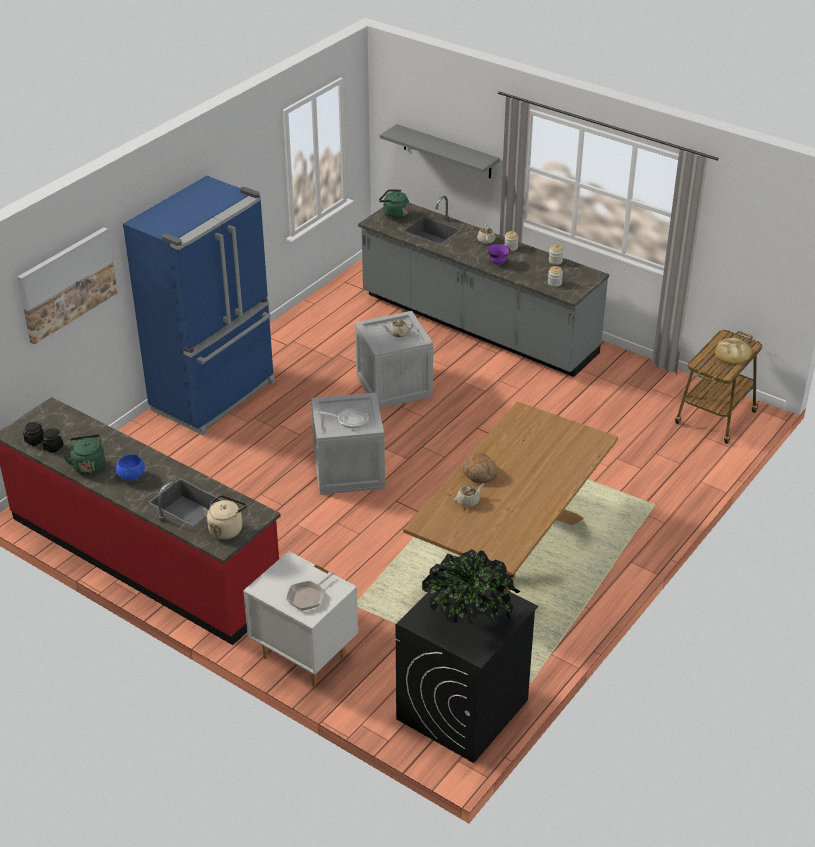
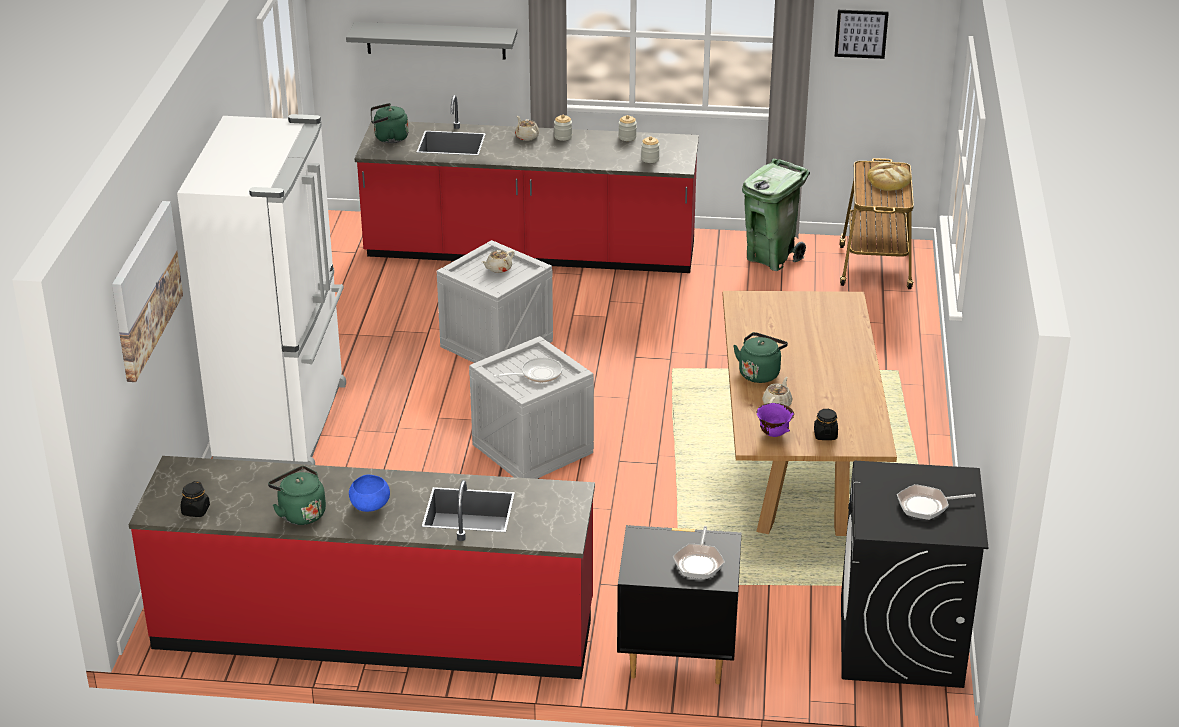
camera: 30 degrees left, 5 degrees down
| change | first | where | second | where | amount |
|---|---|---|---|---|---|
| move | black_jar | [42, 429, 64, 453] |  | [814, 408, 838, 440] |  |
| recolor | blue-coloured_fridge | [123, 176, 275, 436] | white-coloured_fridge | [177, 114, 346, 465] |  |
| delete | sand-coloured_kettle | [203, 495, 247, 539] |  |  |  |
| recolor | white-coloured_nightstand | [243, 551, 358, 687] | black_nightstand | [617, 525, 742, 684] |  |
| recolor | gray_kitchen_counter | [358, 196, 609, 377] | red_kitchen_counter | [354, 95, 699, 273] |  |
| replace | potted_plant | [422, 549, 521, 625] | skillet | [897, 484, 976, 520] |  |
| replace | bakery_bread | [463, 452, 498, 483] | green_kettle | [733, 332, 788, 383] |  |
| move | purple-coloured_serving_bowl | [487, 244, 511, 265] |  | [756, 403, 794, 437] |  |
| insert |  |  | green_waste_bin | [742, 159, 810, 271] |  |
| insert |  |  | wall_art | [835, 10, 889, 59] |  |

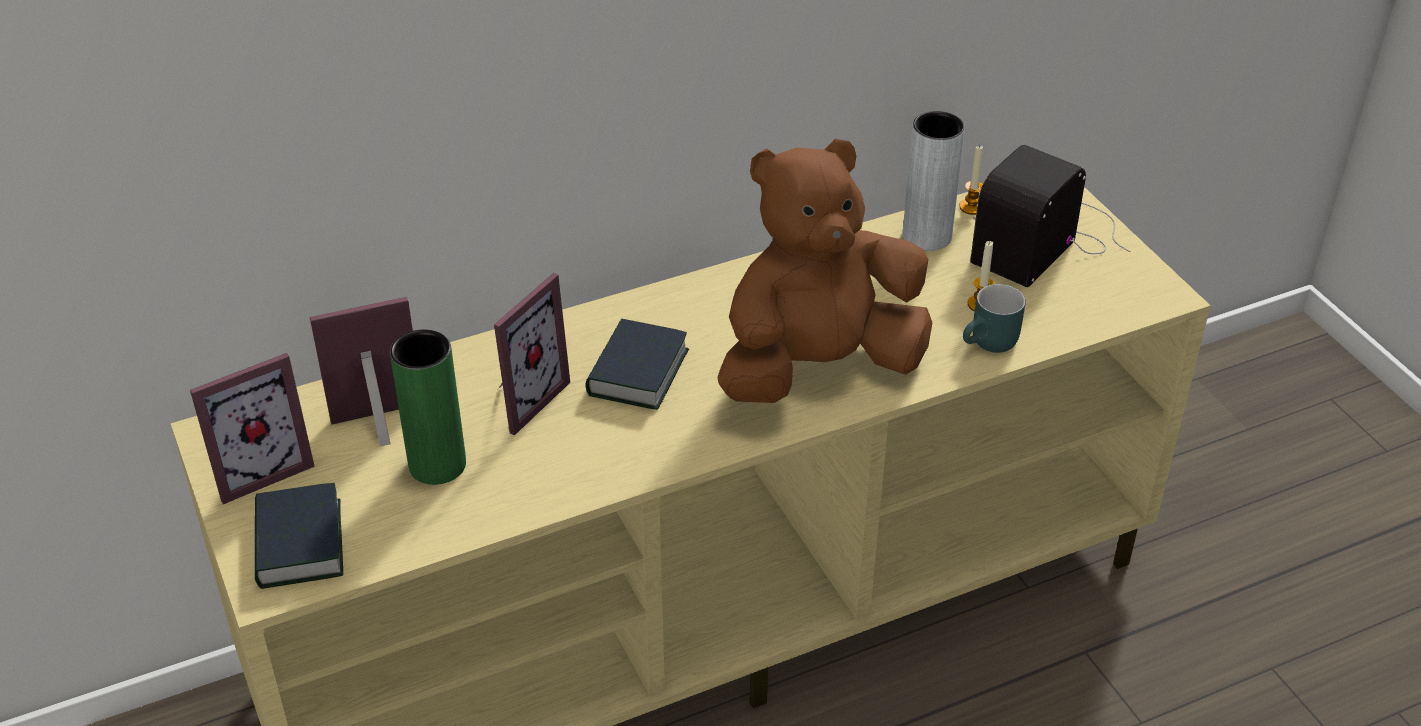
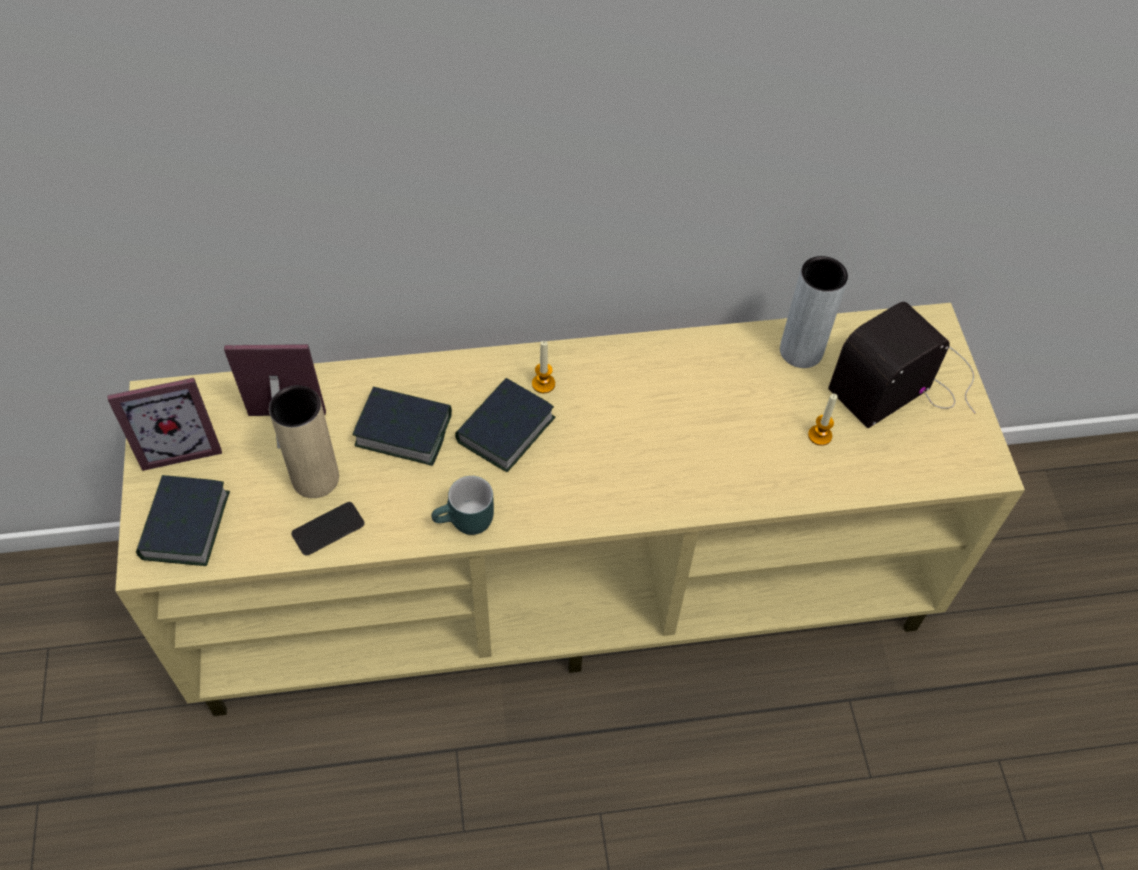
camera: 15 degrees right, 15 degrees up
| change | first | where | second | where | amount |
|---|---|---|---|---|---|
| recolor | green_flower_vase | [390, 329, 466, 485] | sand-coloured_flower_vase | [269, 385, 339, 498] |  |
| replace | standing_frame | [494, 273, 570, 435] | volume | [352, 386, 452, 466] |  |
| delete | brown-coloured_soft_toy | [717, 139, 932, 403] |  |  |  |
| move | wax_candle | [959, 145, 983, 215] |  | [532, 341, 555, 393] |  |
| move | blue-green_coffee_mug | [963, 284, 1026, 353] |  | [432, 476, 494, 535] |  |
| insert |  |  | telephone | [291, 502, 365, 556] |  |

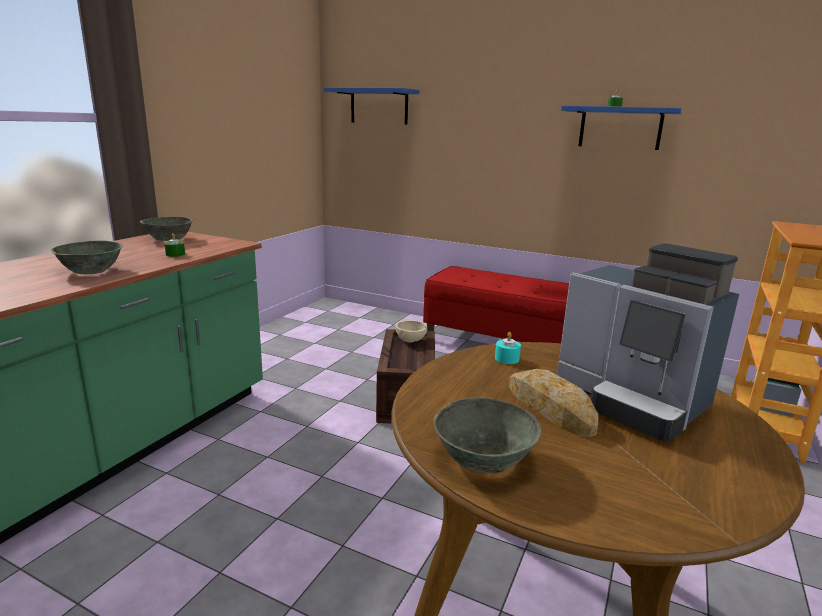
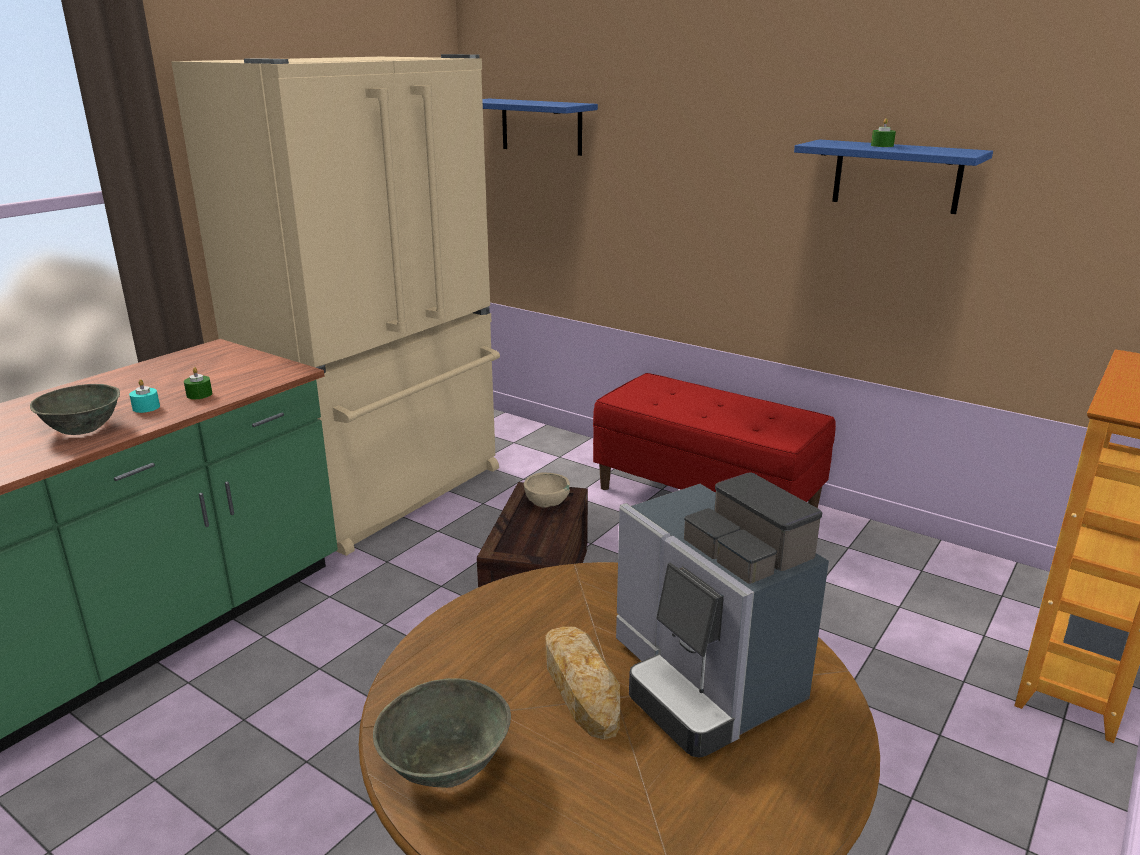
camera: 10 degrees right, 5 degrees up
| change | first | where | second | where | amount |
|---|---|---|---|---|---|
| delete | gray_serving_bowl | [140, 216, 193, 241] |  |  |  |
| move | blue-green_wax_candle | [495, 332, 521, 364] |  | [129, 379, 160, 413] |  |
| insert |  |  | sand-coloured_fridge | [171, 54, 500, 556] |  |

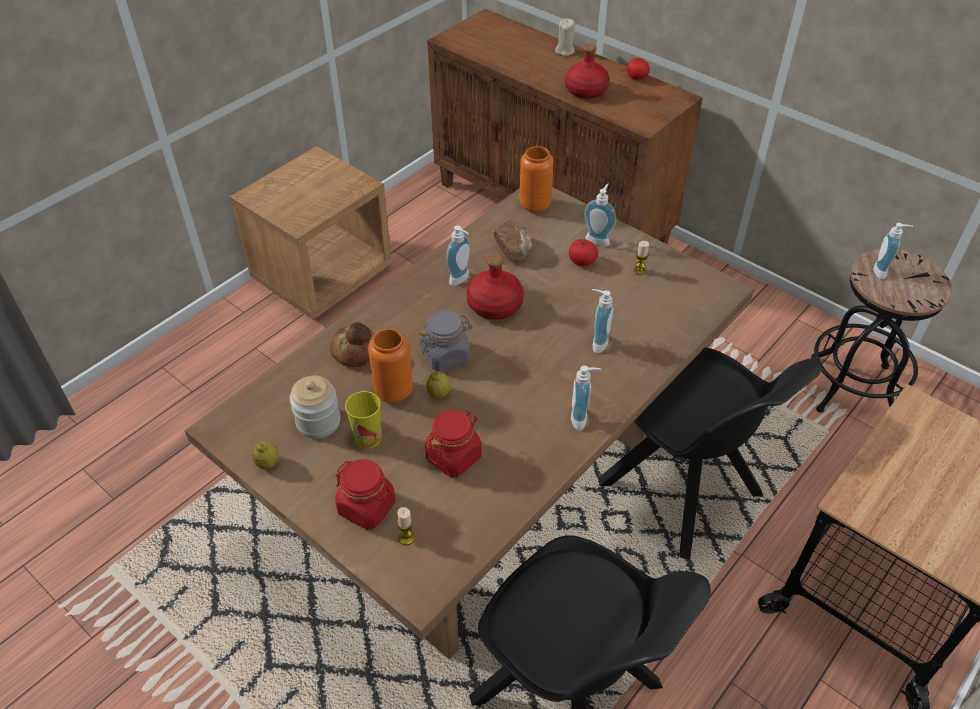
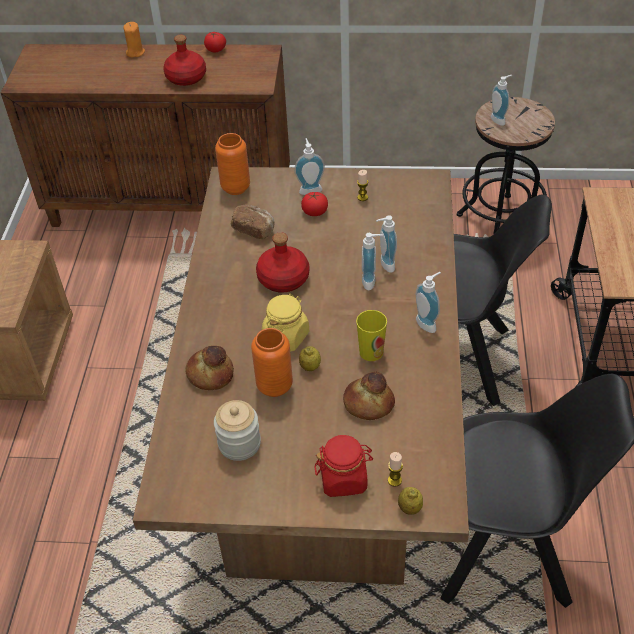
camera: 35 degrees left, 0 degrees up
| change | first | where | second | where | amount |
|---|---|---|---|---|---|
| move | lemon | [252, 441, 279, 469] |  | [398, 487, 423, 515] |  |
| move | cup | [345, 391, 382, 449] |  | [356, 310, 387, 361] |  |
| recolor | gray_jar | [419, 311, 472, 372] | yellowish_jar | [262, 294, 309, 352] |  |
| replace | red_jar | [425, 410, 482, 477] | bakery_bread | [343, 372, 395, 420] |  |
| move | soap_dispenser | [446, 226, 470, 286] |  | [362, 233, 383, 290] |  |
| recolor | sand-coloured_wax_candle | [555, 19, 575, 56] | orangey_wax_candle | [123, 22, 145, 57] |  |

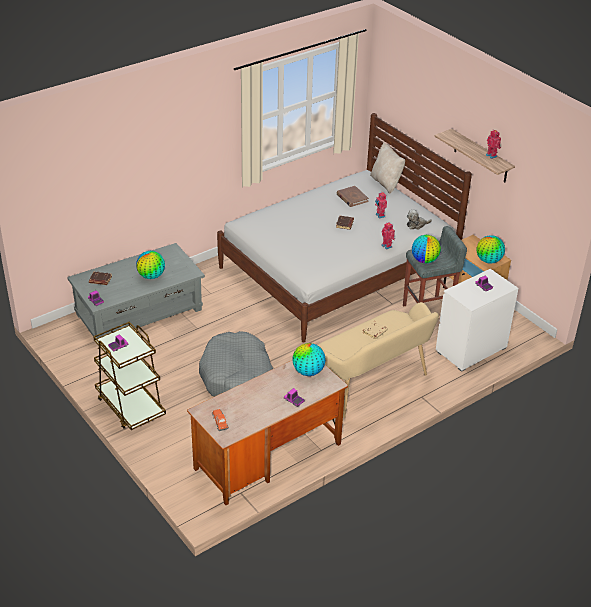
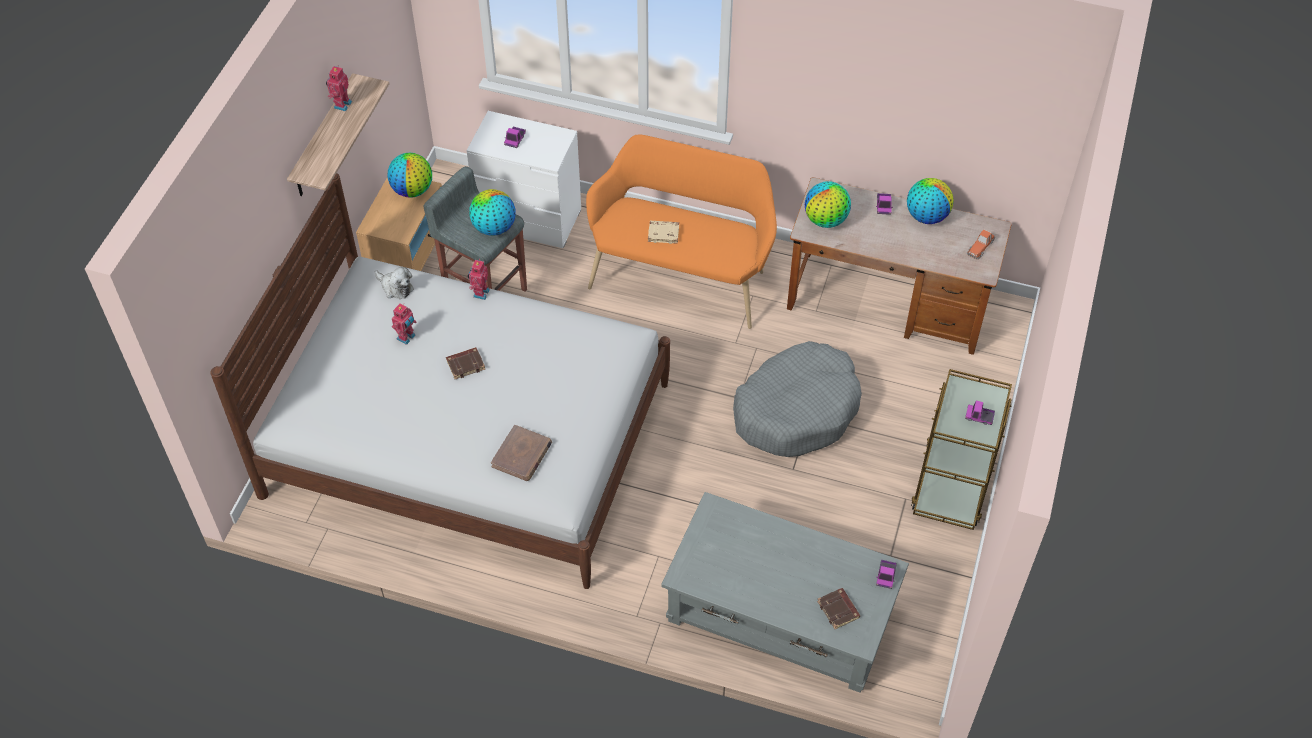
camera: 125 degrees left, 15 degrees up
| change | first | where | second | where | amount |
|---|---|---|---|---|---|
| move | desk_globe | [136, 251, 165, 279] |  | [907, 178, 953, 224] |  |
| recolor | sand-coloured_bench | [318, 302, 439, 418] | orangey_bench | [586, 134, 777, 329] |  |
| move | brown-coloured_volume | [337, 186, 369, 207] |  | [491, 425, 552, 481] |  |
| delete | sand-coloured_throw_pillow | [370, 142, 405, 194] |  |  |  |

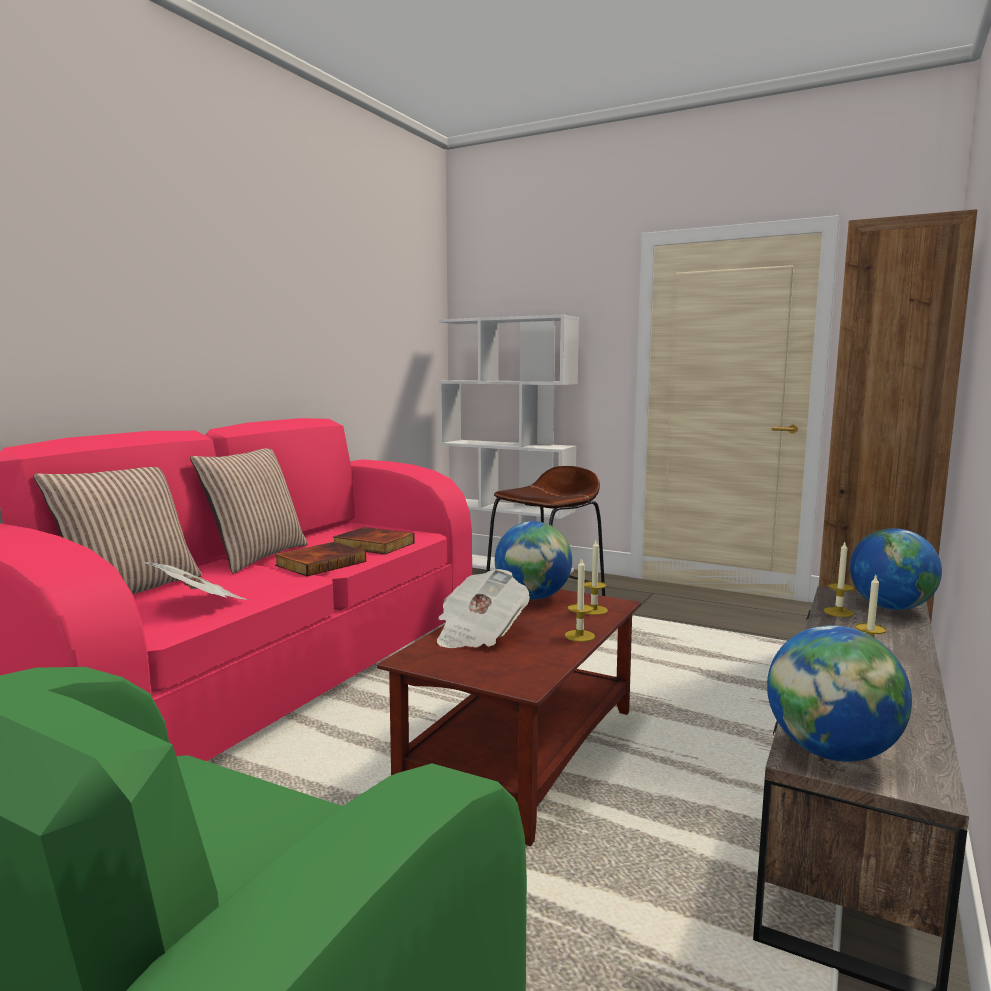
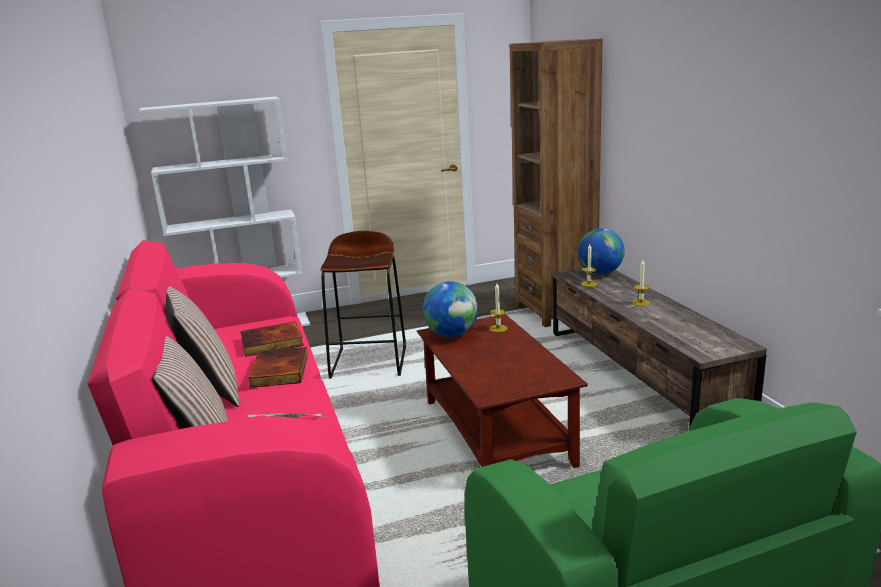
camera: 45 degrees left, 10 degrees up
| change | first | where | second | where | amount |
|---|---|---|---|---|---|
| delete | newspaper | [437, 569, 530, 648] |  |  |  |
| delete | wax_candle | [565, 558, 595, 642] |  |  |  |
| delete | desk_globe | [767, 625, 912, 762] |  |  |  |

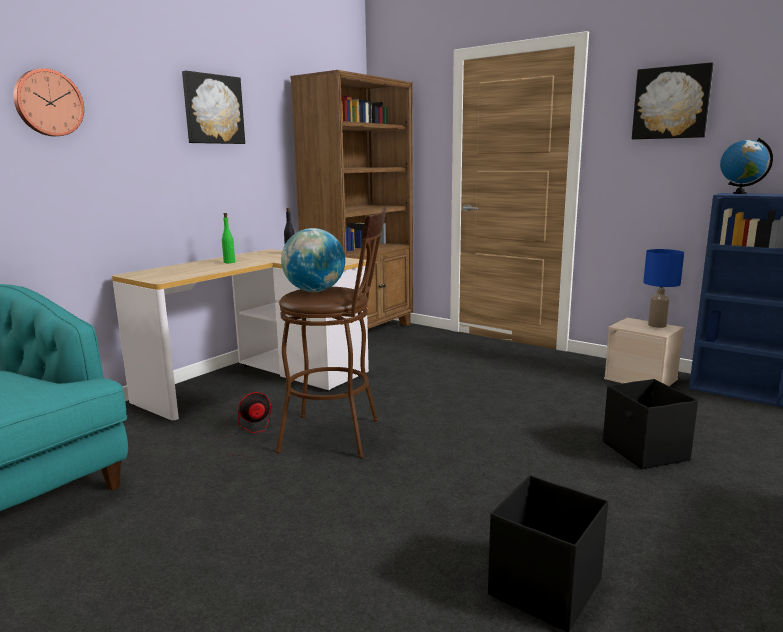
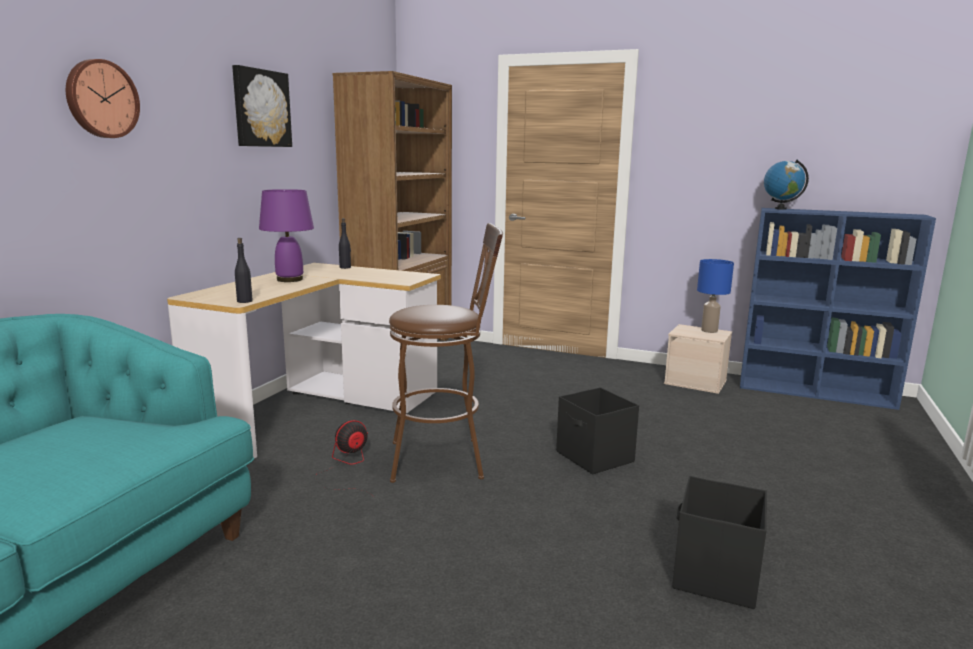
camera: 15 degrees left, 0 degrees up
| change | first | where | second | where | amount |
|---|---|---|---|---|---|
| replace | green_drink_bottle | [222, 213, 235, 263] | purple-coloured_table_lamp | [259, 189, 314, 282] |  |
| delete | desk_globe | [281, 228, 345, 292] |  |  |  |
| move | black_storage_box | [603, 379, 698, 469] |  | [556, 387, 639, 474] |  |
| delete | wall_art | [632, 62, 714, 140] |  |  |  |
| insert |  |  | black_drink_bottle | [235, 238, 253, 303] |  |

